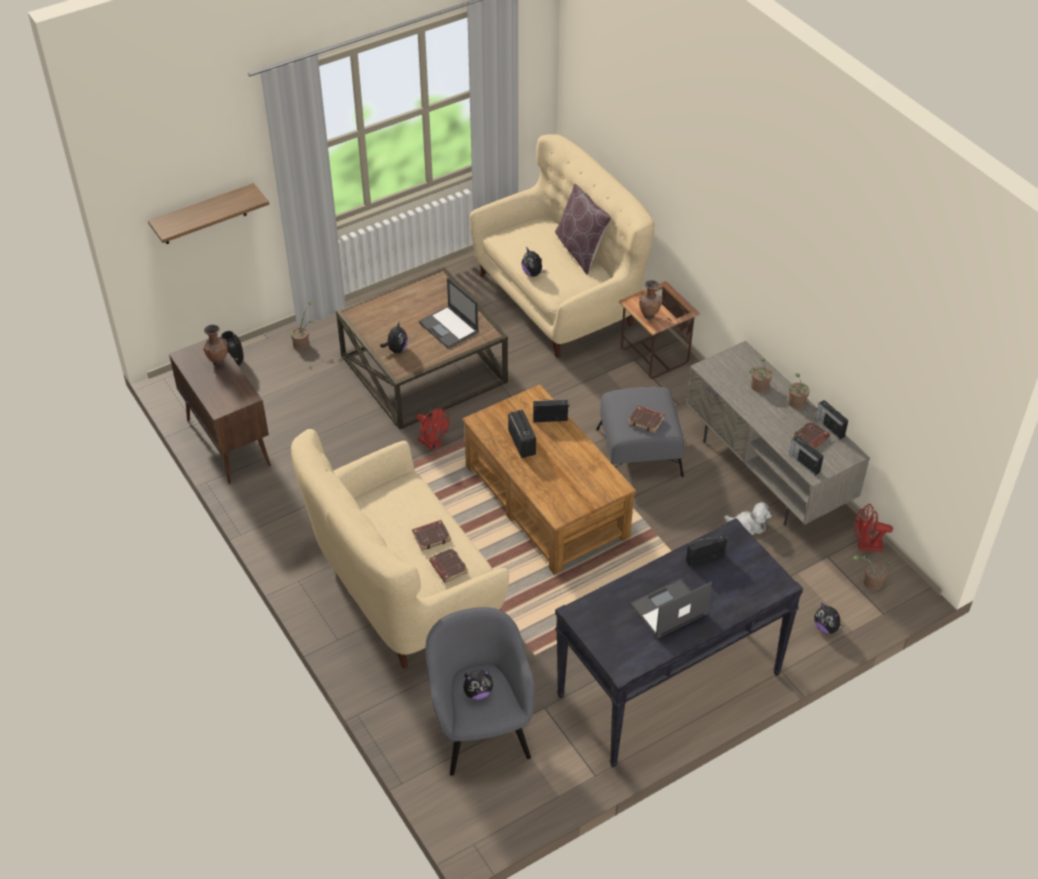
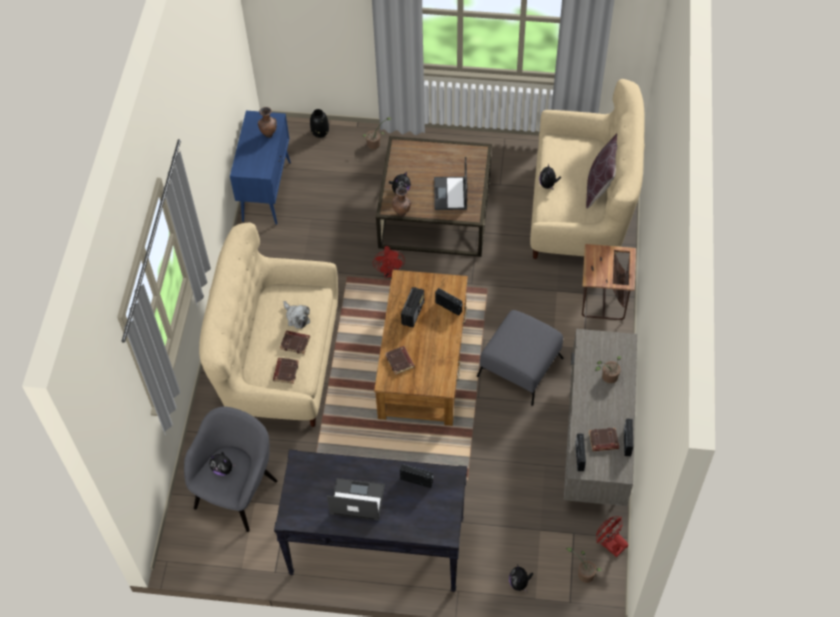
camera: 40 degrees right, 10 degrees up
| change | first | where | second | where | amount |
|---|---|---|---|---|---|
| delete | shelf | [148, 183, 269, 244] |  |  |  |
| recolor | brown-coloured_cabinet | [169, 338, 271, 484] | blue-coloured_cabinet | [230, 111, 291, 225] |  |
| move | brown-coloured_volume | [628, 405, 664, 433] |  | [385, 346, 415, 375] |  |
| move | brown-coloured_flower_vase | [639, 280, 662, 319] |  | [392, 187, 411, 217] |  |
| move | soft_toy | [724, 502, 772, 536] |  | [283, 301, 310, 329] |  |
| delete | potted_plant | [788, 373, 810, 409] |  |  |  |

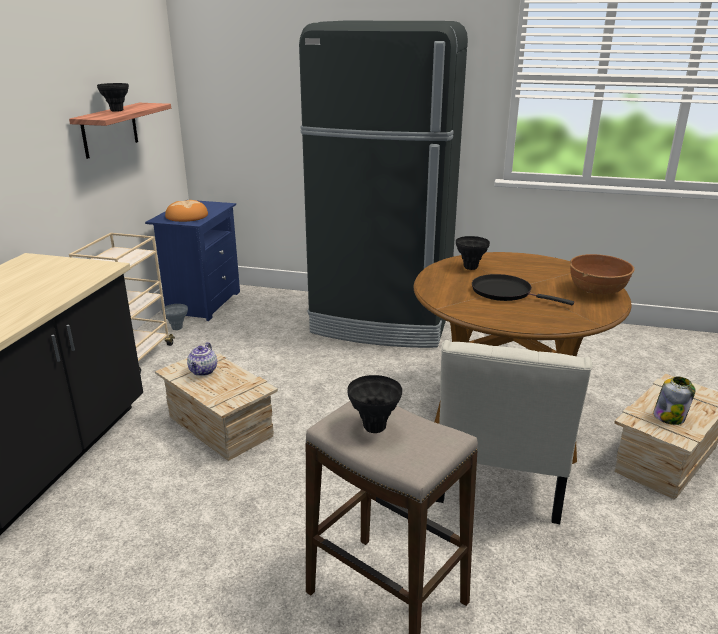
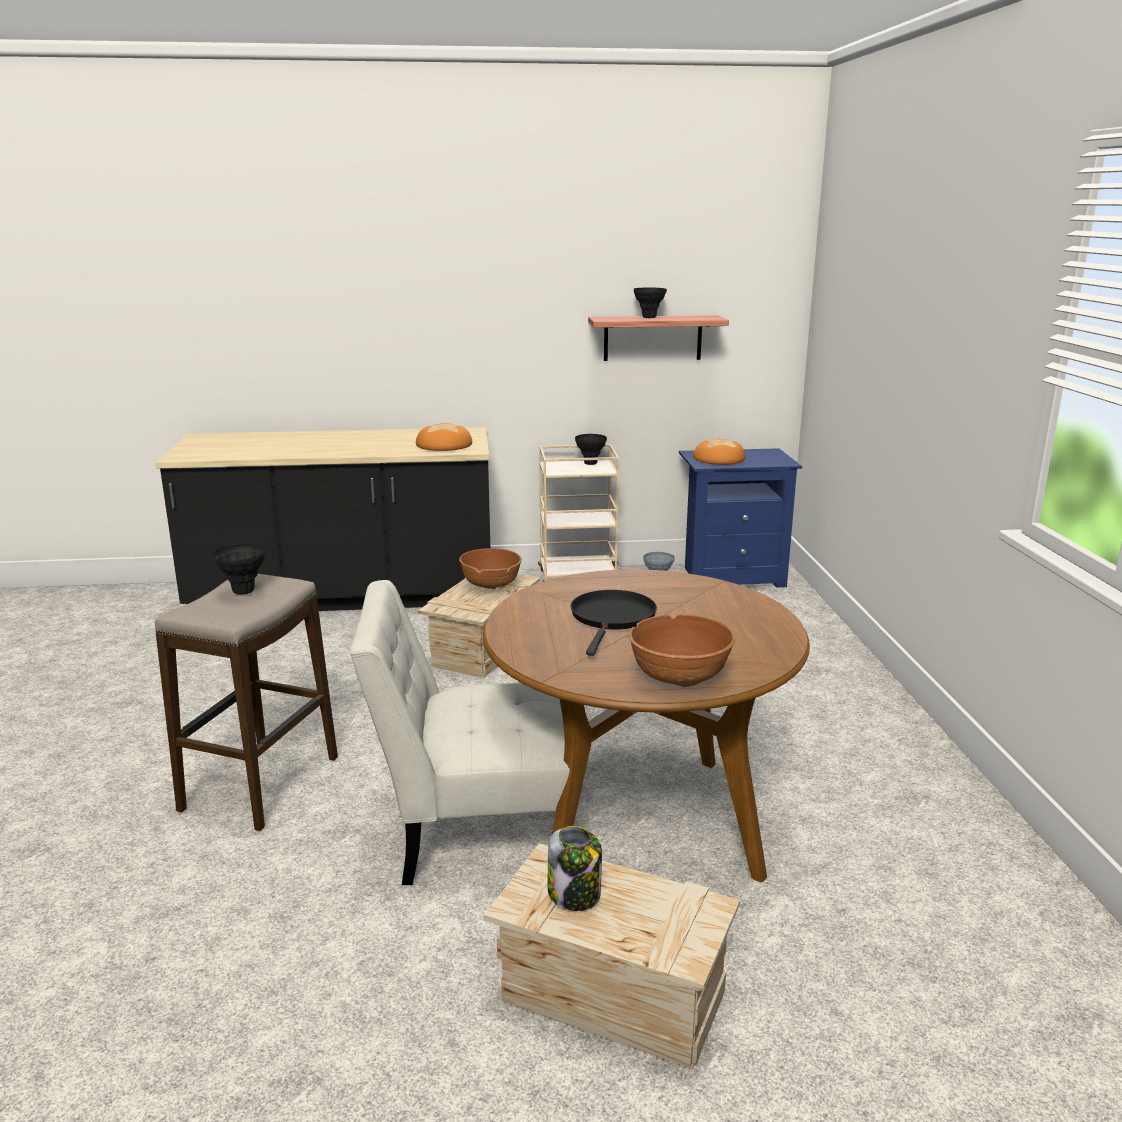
camera: 70 degrees right, 5 degrees down
| change | first | where | second | where | amount |
|---|---|---|---|---|---|
| replace | tea_pot | [187, 342, 217, 376] | brown-coloured_serving_bowl | [459, 548, 522, 589] |  |
| delete | black_fridge | [299, 21, 468, 348] |  |  |  |
| move | black_flower_vase | [456, 236, 490, 270] |  | [575, 434, 607, 465] |  |
| insert |  |  | bakery_bread | [416, 423, 472, 451] |  |

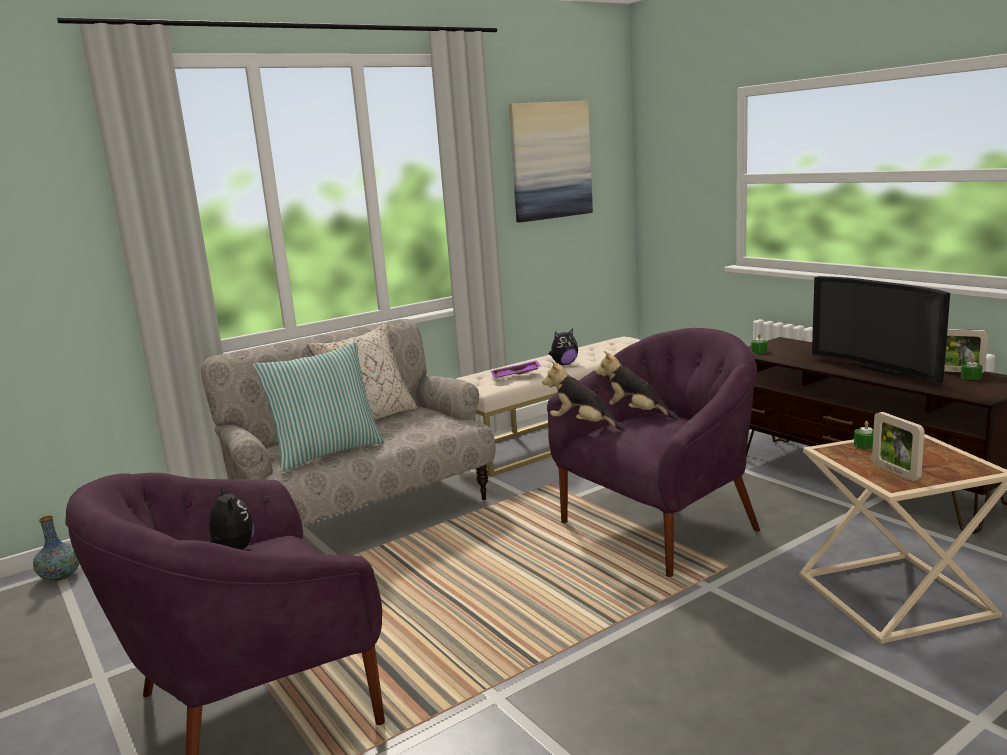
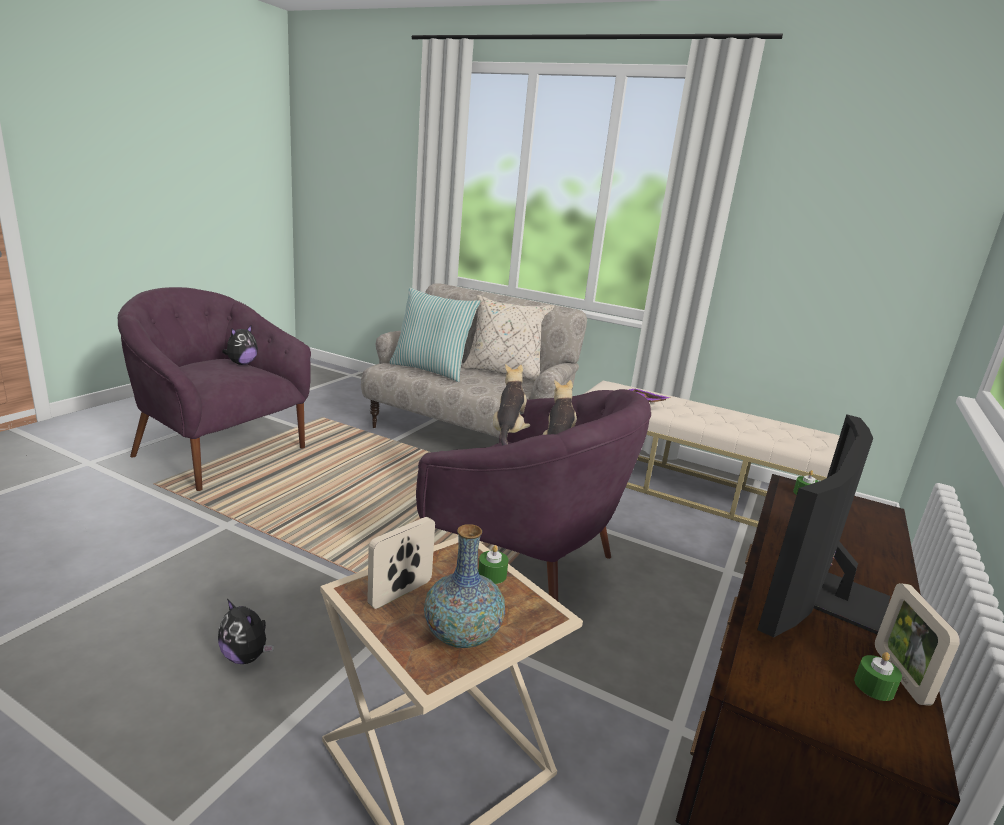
camera: 60 degrees right, 5 degrees up
| change | first | where | second | where | amount |
|---|---|---|---|---|---|
| move | flower_vase | [33, 515, 80, 581] |  | [424, 524, 505, 648] |  |
| delete | wall_art | [509, 101, 593, 222] |  |  |  |
| move | soft_toy | [549, 328, 578, 365] |  | [218, 599, 274, 664] |  |

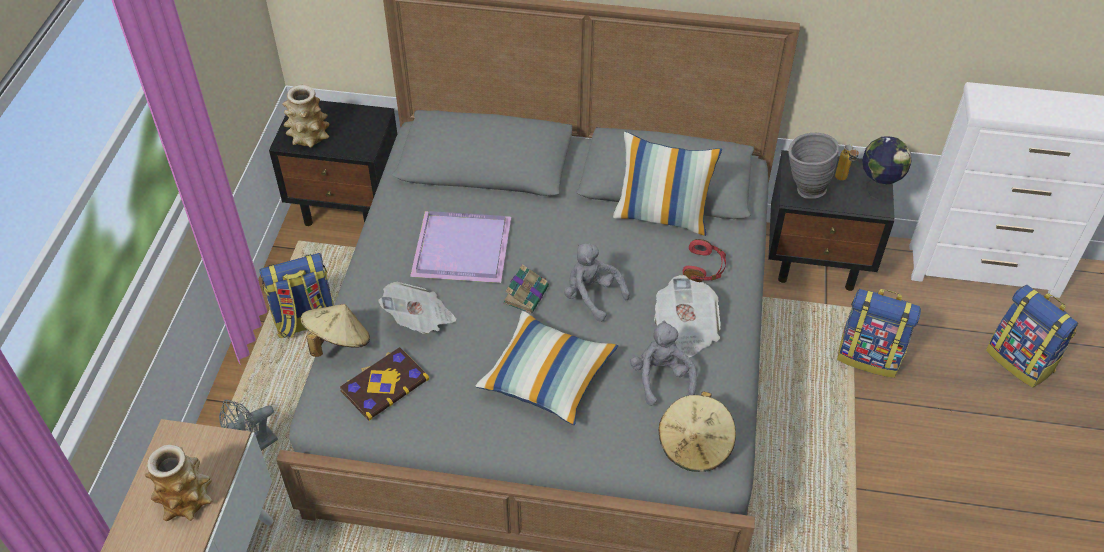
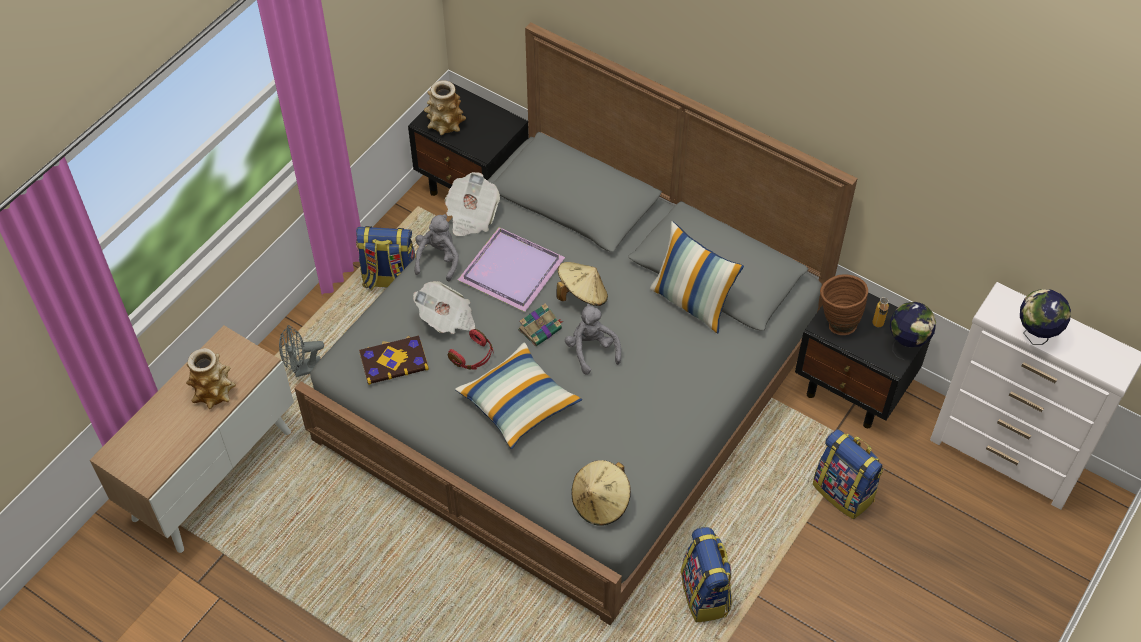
camera: 25 degrees right, 5 degrees up
| change | first | where | second | where | amount |
|---|---|---|---|---|---|
| move | sand-coloured_wearable_hat | [300, 304, 370, 357] |  | [556, 262, 608, 306] |  |
| move | gray_soft_toy | [630, 320, 697, 406] |  | [414, 214, 459, 281] |  |
| move | newspaper | [654, 275, 720, 357] |  | [445, 172, 500, 236] |  |
| move | red_headphones | [683, 239, 726, 282] |  | [448, 329, 494, 370] |  |
| recolor | gray_flower_vase | [788, 133, 839, 199] | brown-coloured_flower_vase | [820, 274, 868, 335] |  |
| move | backpack | [986, 285, 1078, 388] |  | [681, 527, 732, 622] |  |
| insert |  |  | desk_globe | [1020, 289, 1071, 345] |  |

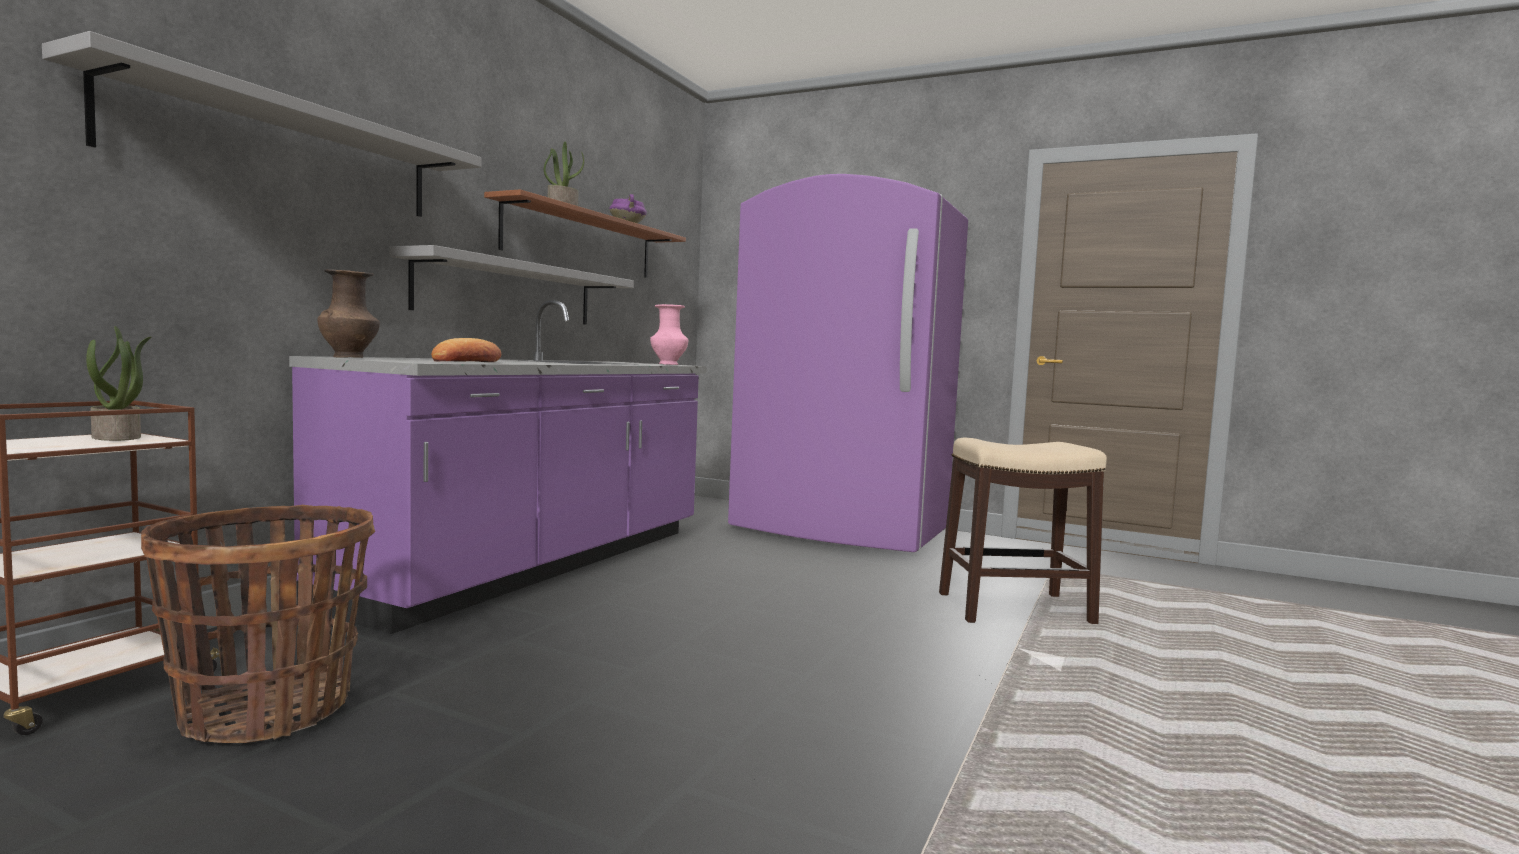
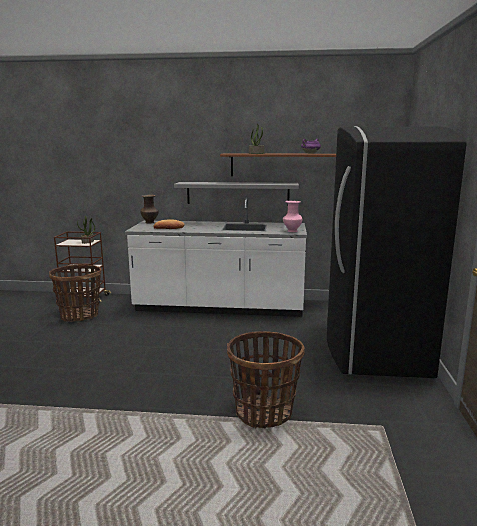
camera: 70 degrees right, 10 degrees up
| change | first | where | second | where | amount |
|---|---|---|---|---|---|
| delete | gray_shelf | [42, 31, 482, 217] |  |  |  |
| recolor | purple-coloured_kitchen_counter | [289, 300, 707, 634] | white-coloured_kitchen_counter | [125, 198, 307, 317] |  |
| recolor | purple-coloured_fridge | [728, 174, 968, 552] | black_fridge | [327, 126, 467, 379] |  |
| replace | stool | [939, 437, 1107, 624] | storage_basket | [227, 331, 305, 429] |  |

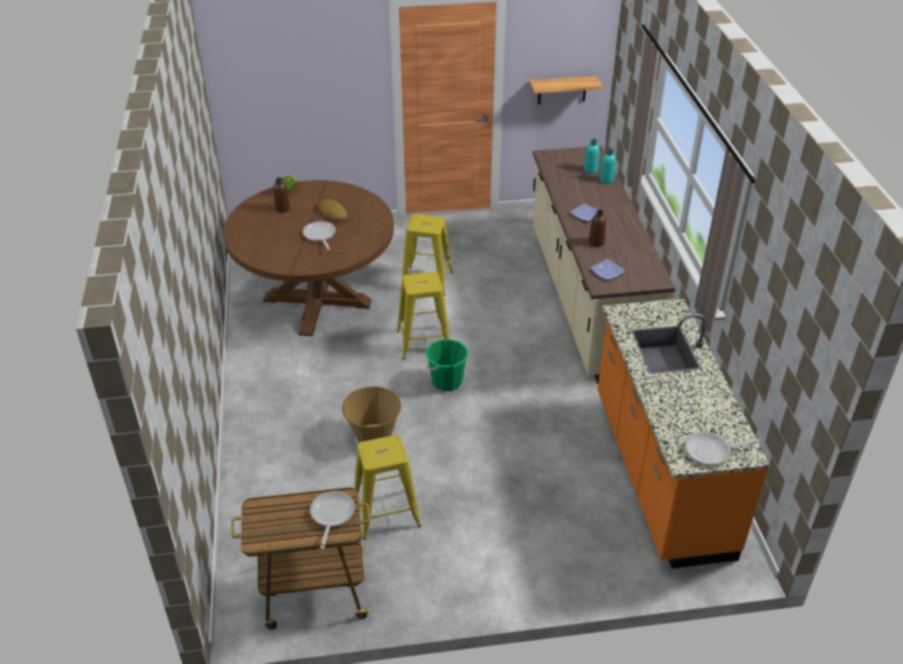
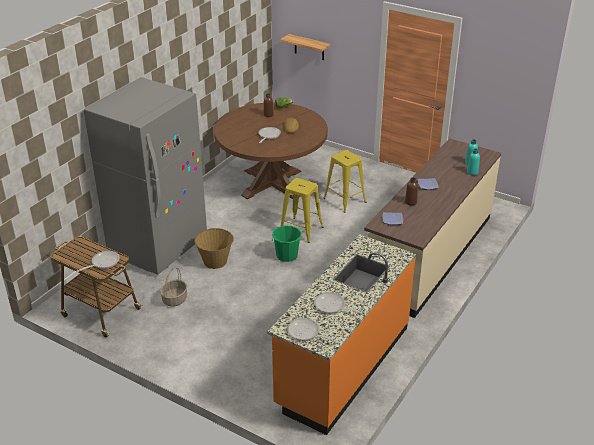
camera: 40 degrees right, 5 degrees down
| change | first | where | second | where | amount |
|---|---|---|---|---|---|
| replace | yellowish_stool | [355, 435, 421, 540] | storage_basket | [160, 267, 187, 307] |  |
| move | shelf | [529, 76, 603, 105] |  | [280, 34, 330, 60] |  |
| insert |  |  | gray_fridge | [84, 77, 207, 275] |  |
| insert |  |  | skillet | [314, 292, 363, 314] |  |

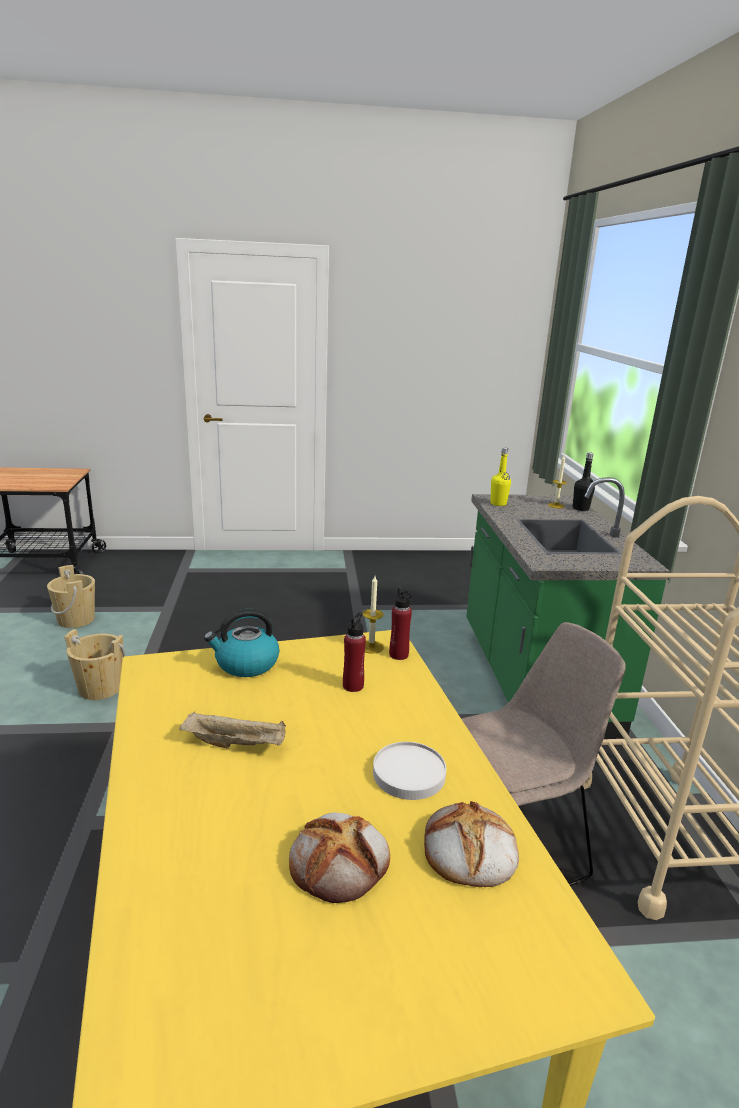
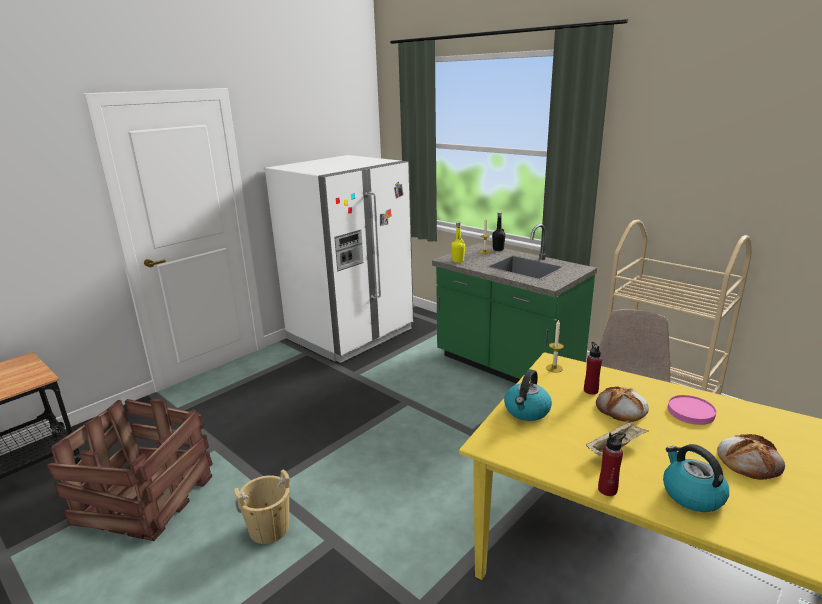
camera: 40 degrees left, 0 degrees up
| change | first | where | second | where | amount |
|---|---|---|---|---|---|
| replace | sand-coloured_bucket | [47, 565, 95, 628] | packing_crate | [47, 398, 213, 541] |  |
| recolor | white-coloured_flat_dish | [373, 742, 446, 800] | pink-coloured_flat_dish | [668, 395, 716, 425] |  |
| move | red_drink_bottle | [389, 588, 412, 660] |  | [598, 432, 626, 496] |  |
| move | bakery_bread | [424, 801, 519, 887] |  | [596, 387, 649, 422] |  |
| insert |  |  | white-coloured_fridge | [265, 155, 414, 363] |  |
| insert |  |  | kettle | [663, 444, 729, 512] |  |

